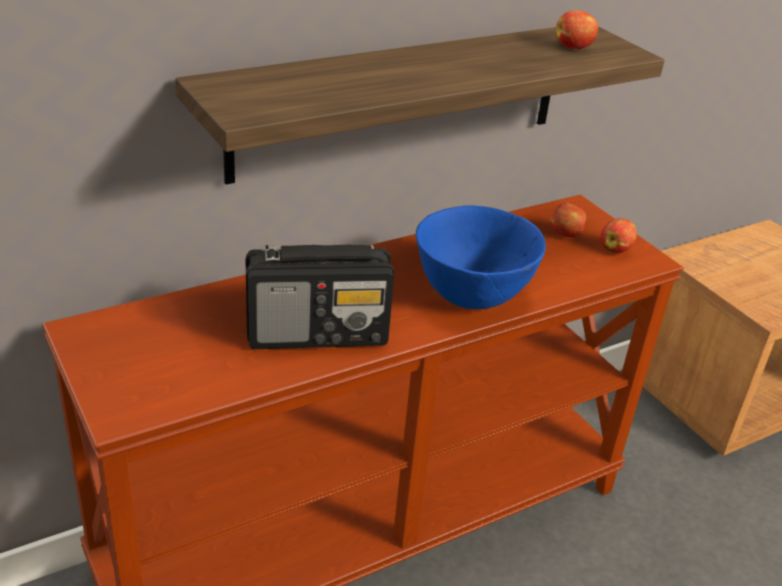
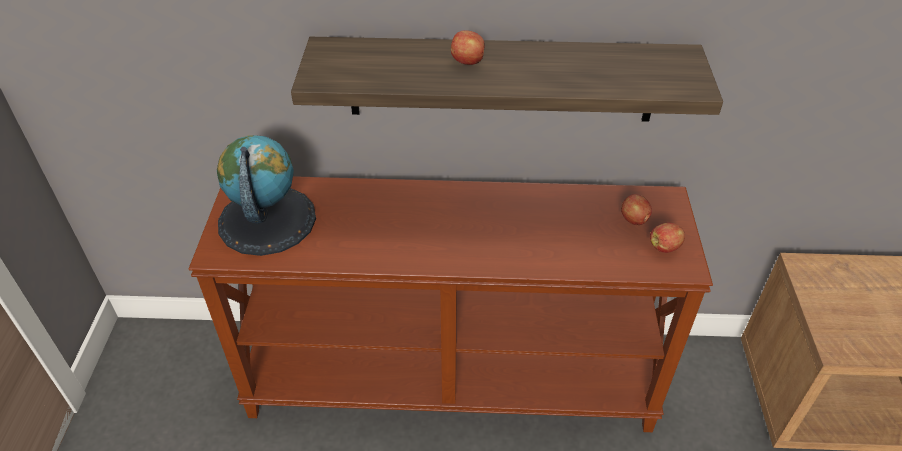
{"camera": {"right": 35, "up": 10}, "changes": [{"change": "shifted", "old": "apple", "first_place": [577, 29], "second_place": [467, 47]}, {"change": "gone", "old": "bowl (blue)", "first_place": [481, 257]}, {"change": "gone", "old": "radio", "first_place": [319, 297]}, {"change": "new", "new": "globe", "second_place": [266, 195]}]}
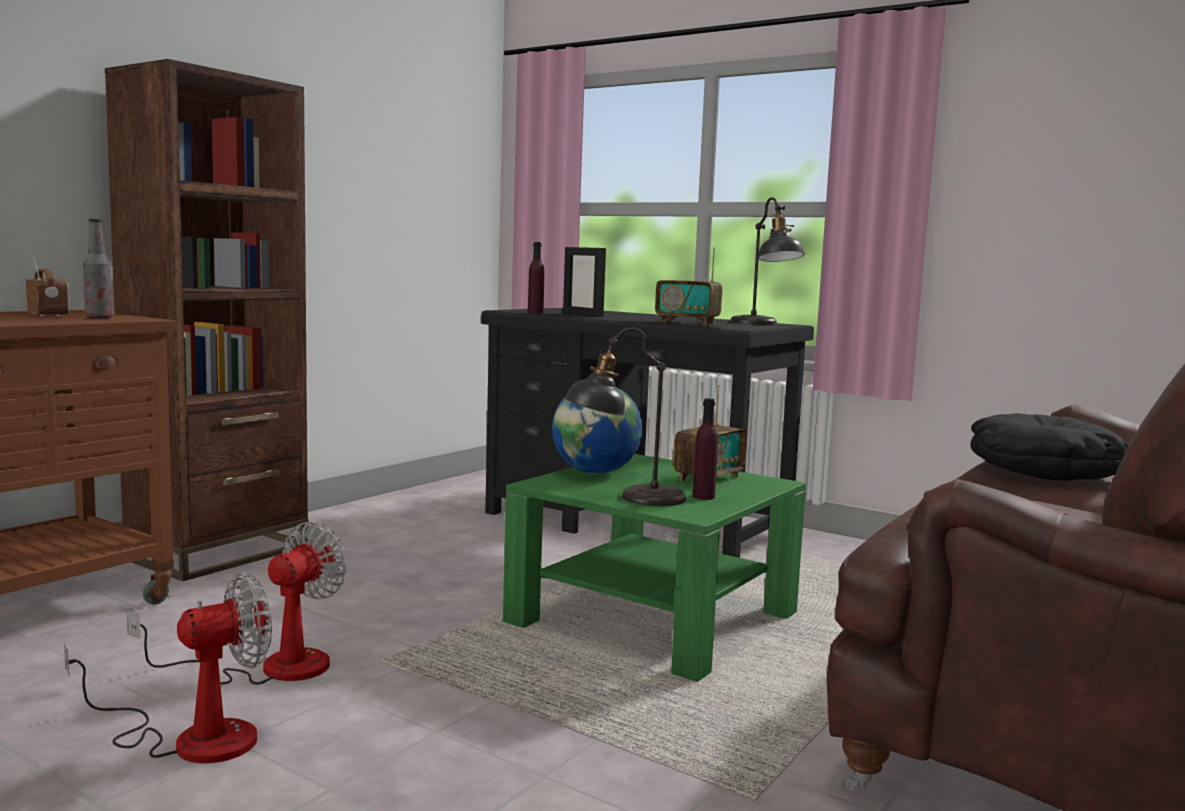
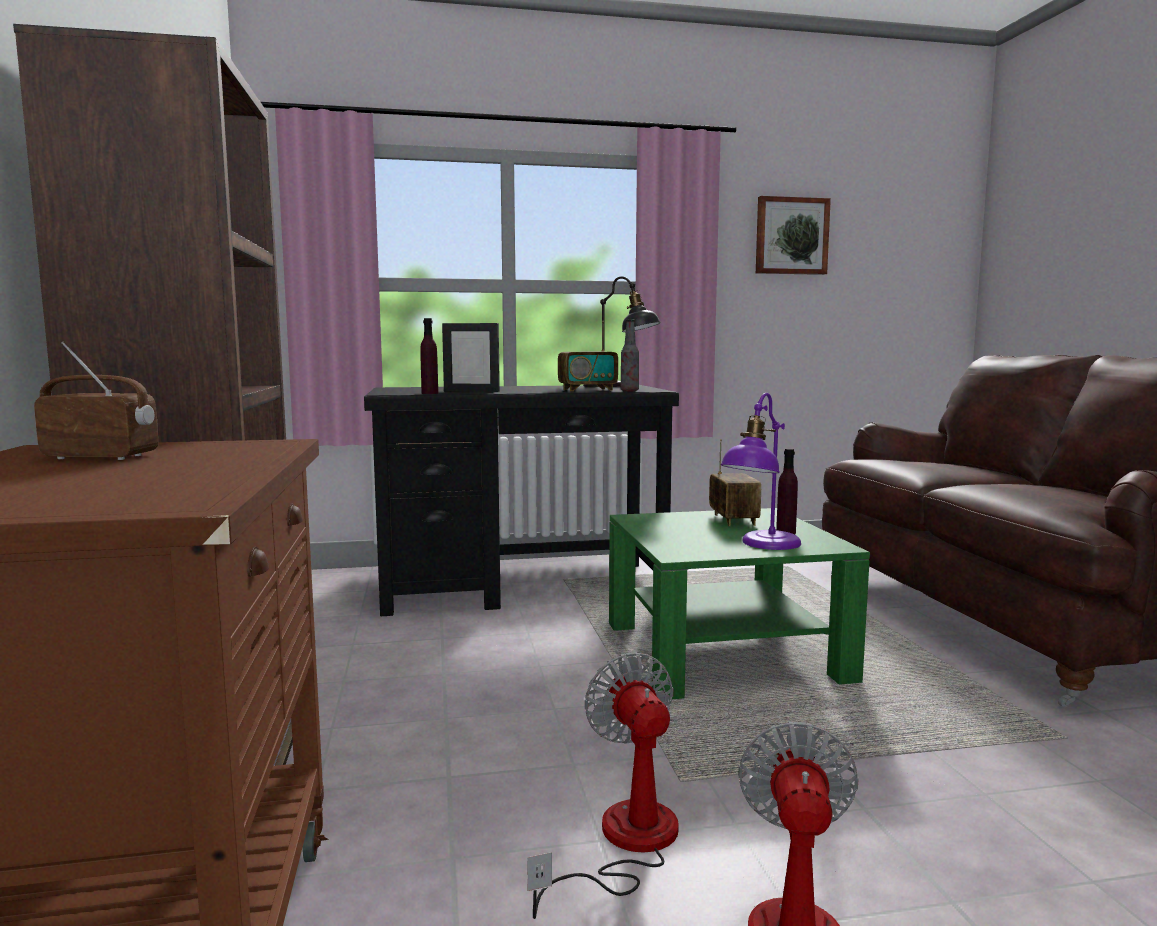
{"camera": {"right": -45, "up": 0}, "changes": [{"change": "shifted", "old": "bottle", "first_place": [98, 269], "second_place": [630, 355]}, {"change": "repainted", "old": "table lamp (grey)", "new": "table lamp (purple)", "first_place": [625, 416], "second_place": [761, 471]}, {"change": "gone", "old": "globe", "first_place": [597, 430]}, {"change": "gone", "old": "pillow (black)", "first_place": [1049, 447]}, {"change": "new", "new": "picture", "second_place": [793, 235]}]}
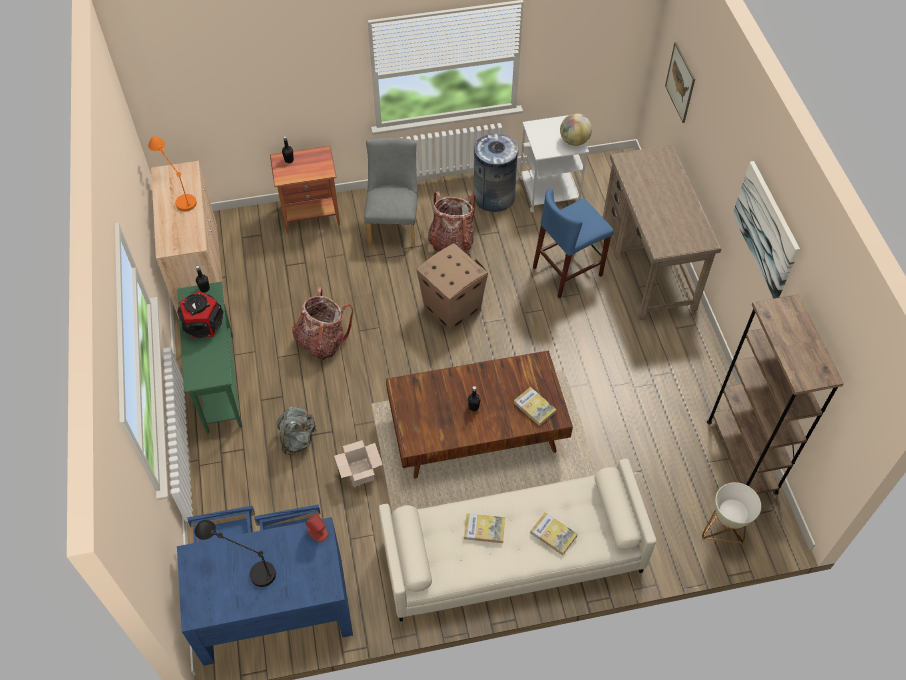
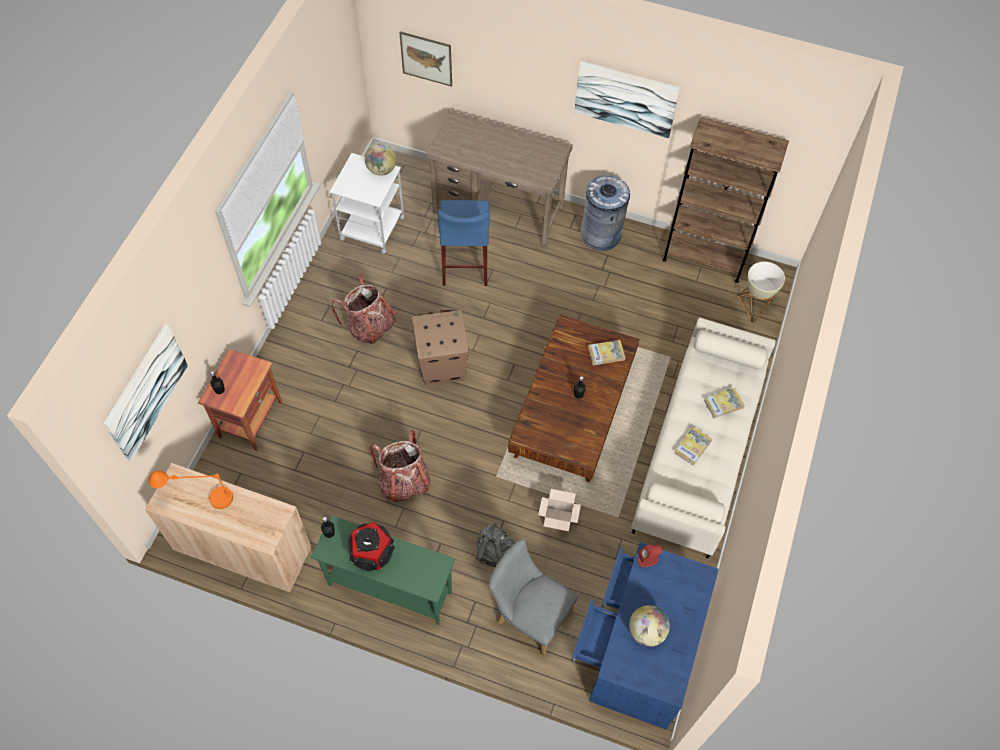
{"camera": {"right": -60, "up": 5}, "changes": [{"change": "shifted", "old": "trash can (grey)", "first_place": [495, 172], "second_place": [605, 213]}, {"change": "shifted", "old": "chair (grey)", "first_place": [390, 192], "second_place": [533, 597]}, {"change": "swapped", "old": "table lamp (black)", "new": "globe", "first_place": [235, 553], "second_place": [649, 626]}, {"change": "new", "new": "picture", "second_place": [145, 392]}]}
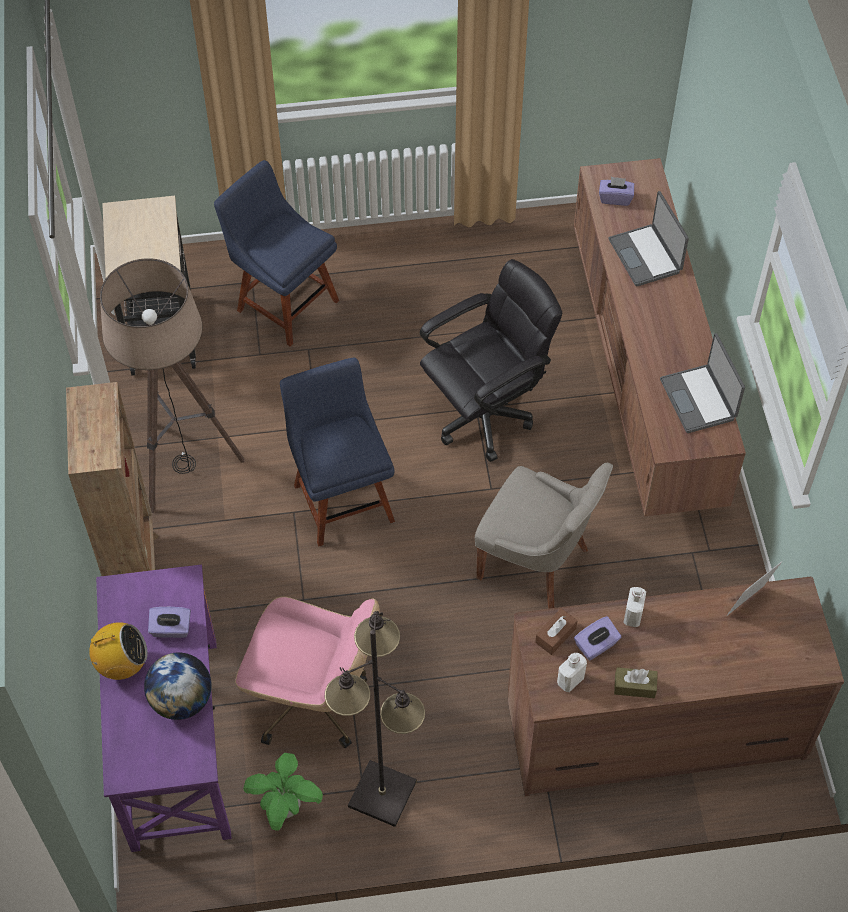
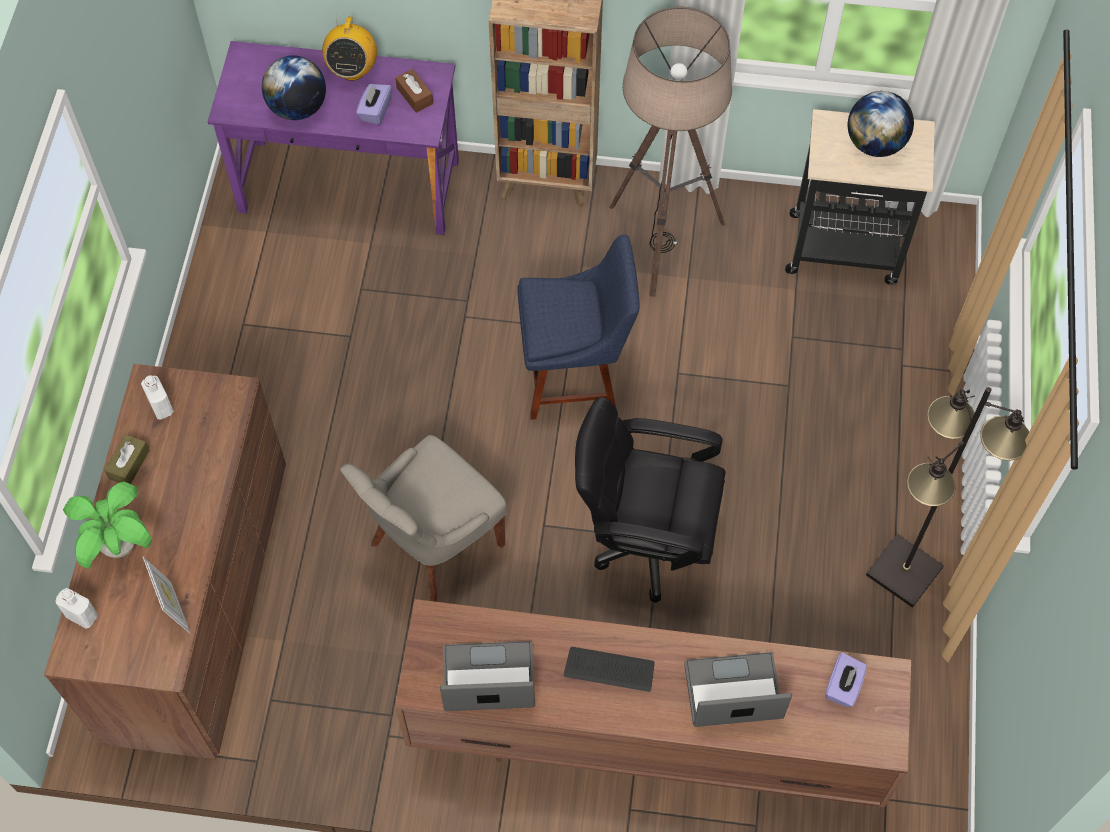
{"camera": {"right": 105, "up": 5}, "changes": [{"change": "gone", "old": "chair (blue)", "first_place": [276, 253]}, {"change": "rotated", "old": "office chair (black)", "first_place": [491, 360], "second_place": [650, 500], "degrees": 120}, {"change": "shifted", "old": "bottle (white)", "first_place": [634, 607], "second_place": [76, 608]}, {"change": "gone", "old": "office chair (pink)", "first_place": [307, 672]}, {"change": "shifted", "old": "tissue box (brown)", "first_place": [556, 631], "second_place": [414, 91]}, {"change": "shifted", "old": "floor lamp (black)", "first_place": [375, 719], "second_place": [947, 497]}, {"change": "gone", "old": "tissue box (purple)", "first_place": [597, 638]}, {"change": "shifted", "old": "potted plant", "first_place": [283, 792], "second_place": [107, 525]}, {"change": "new", "new": "globe", "second_place": [881, 124]}, {"change": "new", "new": "keyboard", "second_place": [609, 669]}]}
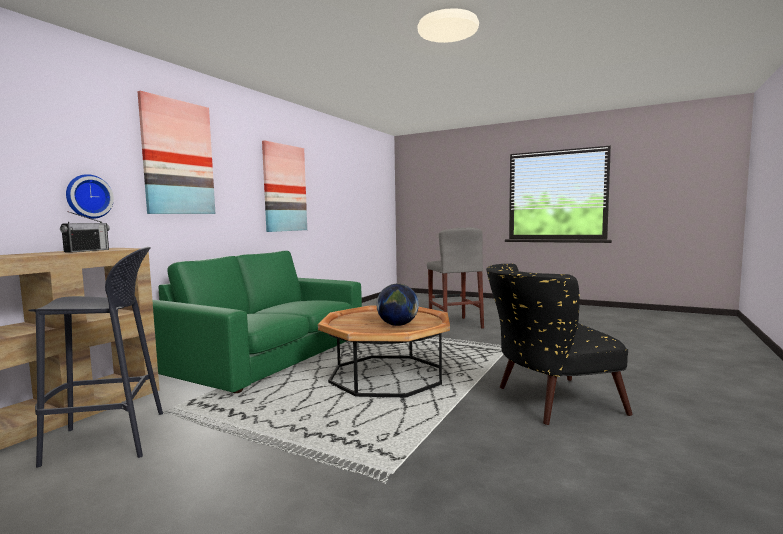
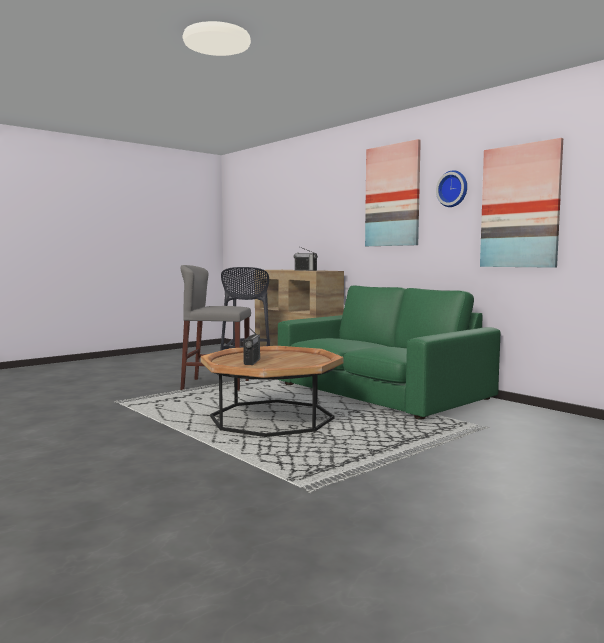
{"camera": {"right": 110, "up": 0}, "changes": [{"change": "shifted", "old": "wall clock", "first_place": [90, 196], "second_place": [451, 188]}, {"change": "shifted", "old": "stool (grey)", "first_place": [455, 278], "second_place": [215, 328]}, {"change": "gone", "old": "armchair (black)", "first_place": [559, 344]}, {"change": "swapped", "old": "globe", "new": "radio", "first_place": [398, 305], "second_place": [251, 346]}]}
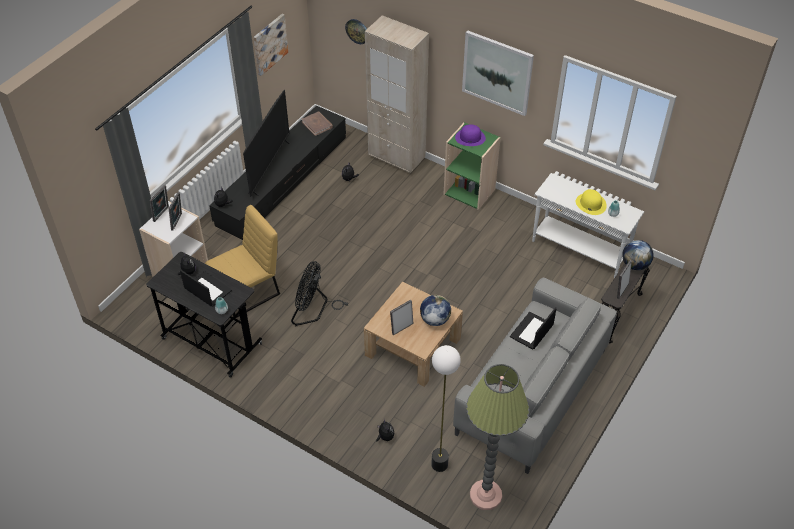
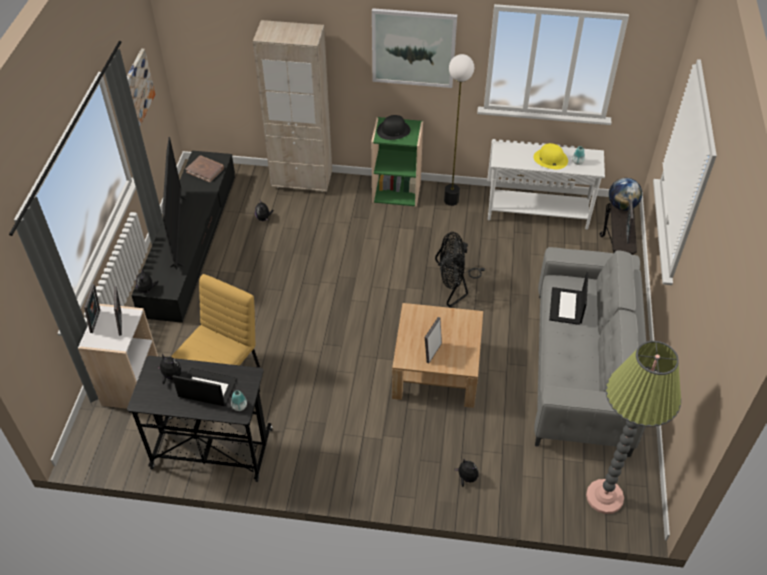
{"camera": {"right": -25, "up": 0}, "changes": [{"change": "gone", "old": "wall clock", "first_place": [356, 31]}, {"change": "repainted", "old": "hat (purple)", "new": "hat (black)", "first_place": [470, 135], "second_place": [393, 127]}, {"change": "shifted", "old": "fan (black)", "first_place": [320, 294], "second_place": [460, 270]}, {"change": "gone", "old": "globe", "first_place": [435, 310]}, {"change": "shifted", "old": "floor lamp", "first_place": [446, 408], "second_place": [459, 130]}]}
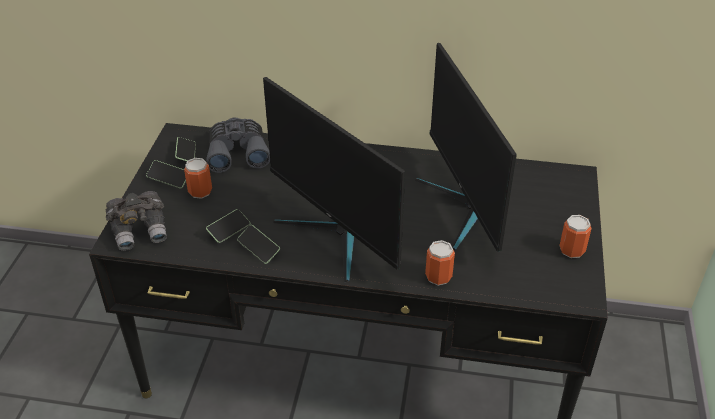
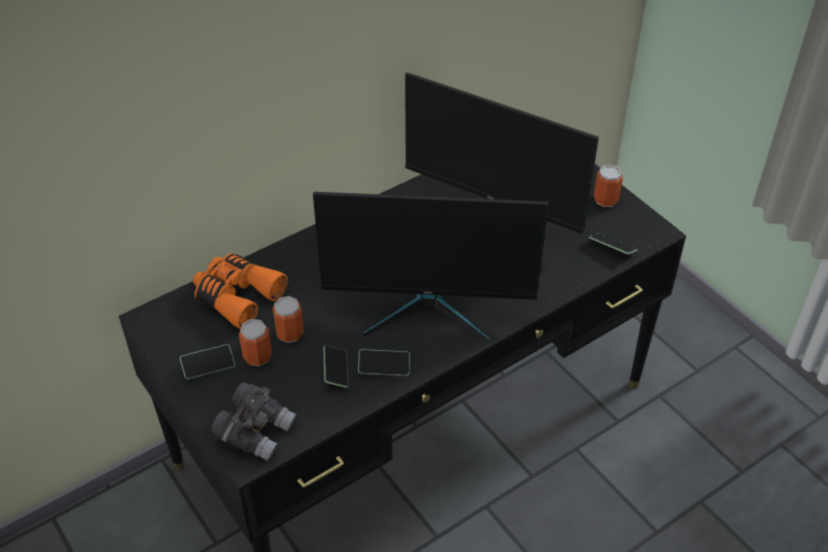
{"camera": {"right": -45, "up": 5}, "changes": [{"change": "repainted", "old": "binoculars (grey)", "new": "binoculars (orange)", "first_place": [238, 145], "second_place": [240, 291]}, {"change": "shifted", "old": "phone", "first_place": [185, 149], "second_place": [613, 243]}, {"change": "shifted", "old": "can", "first_place": [440, 262], "second_place": [288, 319]}]}
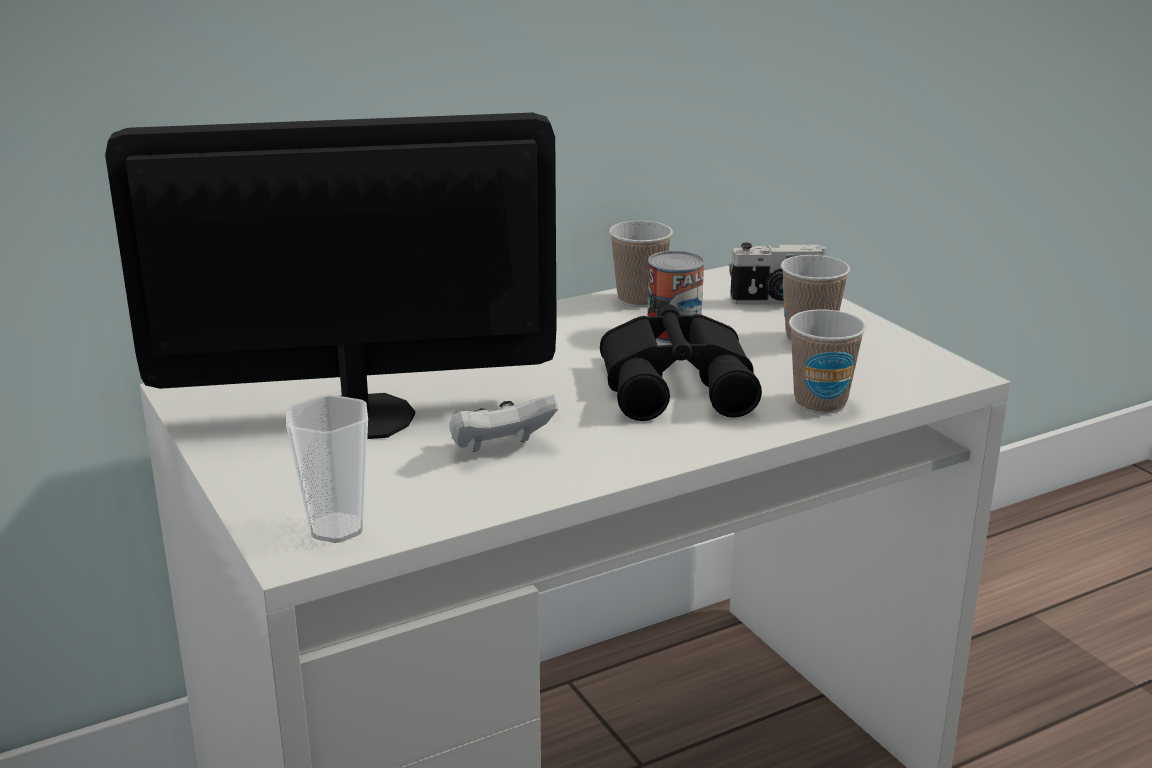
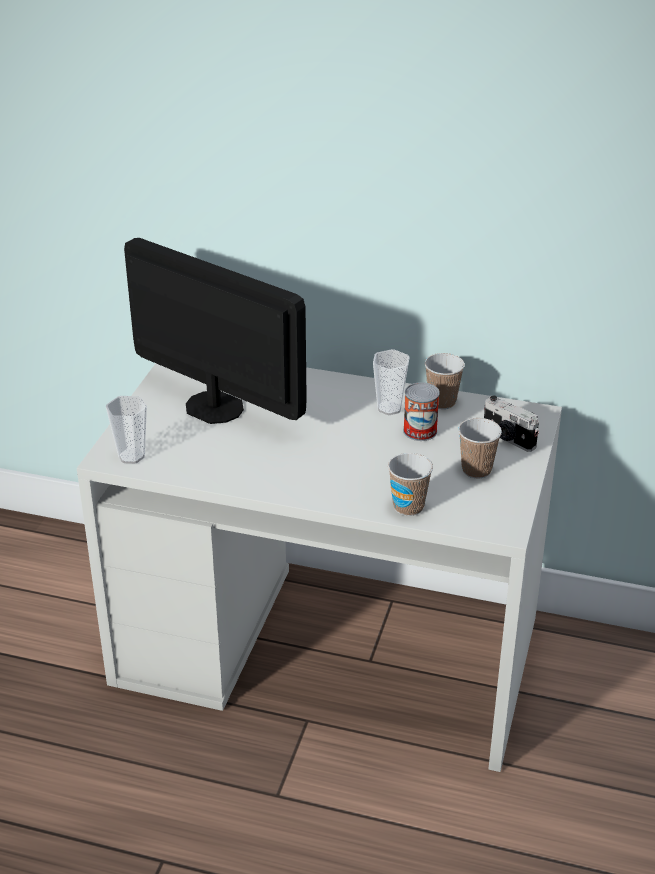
{"camera": {"right": 45, "up": 10}, "changes": [{"change": "gone", "old": "binoculars (black)", "first_place": [681, 362]}, {"change": "gone", "old": "game controller (white)", "first_place": [503, 423]}, {"change": "new", "new": "cup", "second_place": [391, 382]}]}
